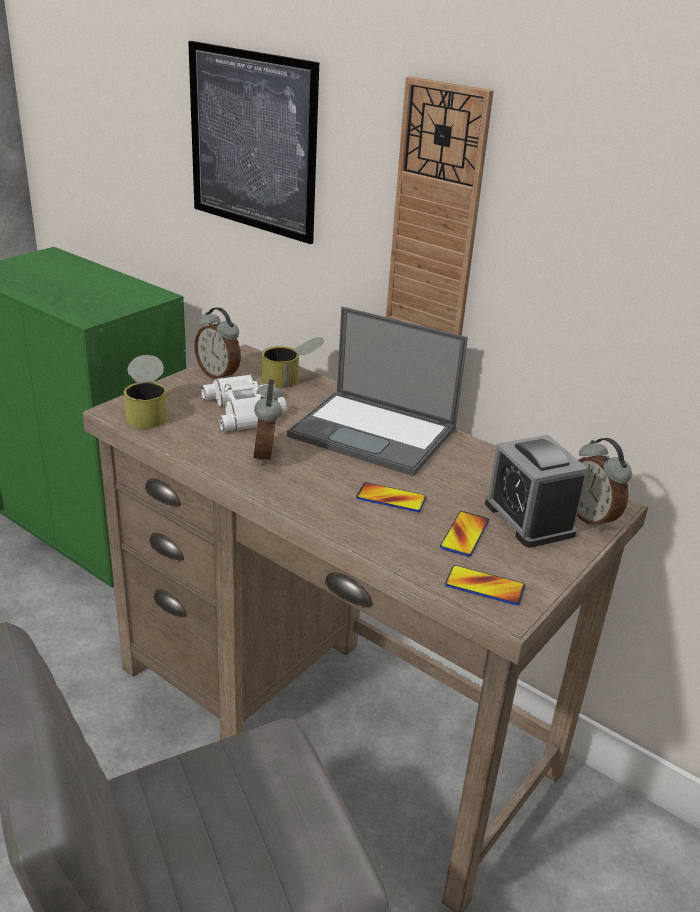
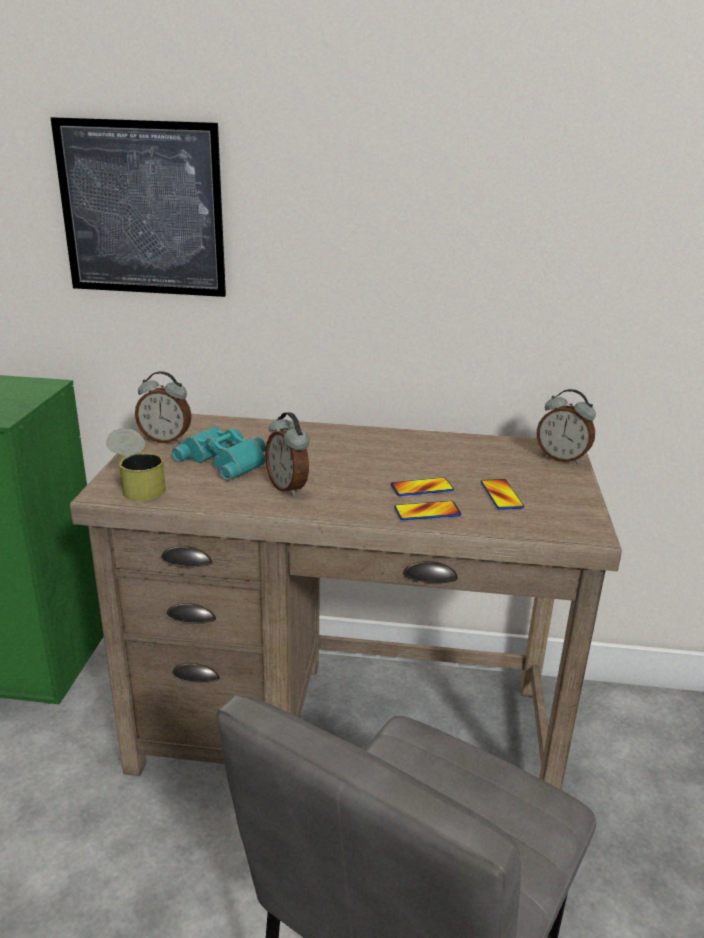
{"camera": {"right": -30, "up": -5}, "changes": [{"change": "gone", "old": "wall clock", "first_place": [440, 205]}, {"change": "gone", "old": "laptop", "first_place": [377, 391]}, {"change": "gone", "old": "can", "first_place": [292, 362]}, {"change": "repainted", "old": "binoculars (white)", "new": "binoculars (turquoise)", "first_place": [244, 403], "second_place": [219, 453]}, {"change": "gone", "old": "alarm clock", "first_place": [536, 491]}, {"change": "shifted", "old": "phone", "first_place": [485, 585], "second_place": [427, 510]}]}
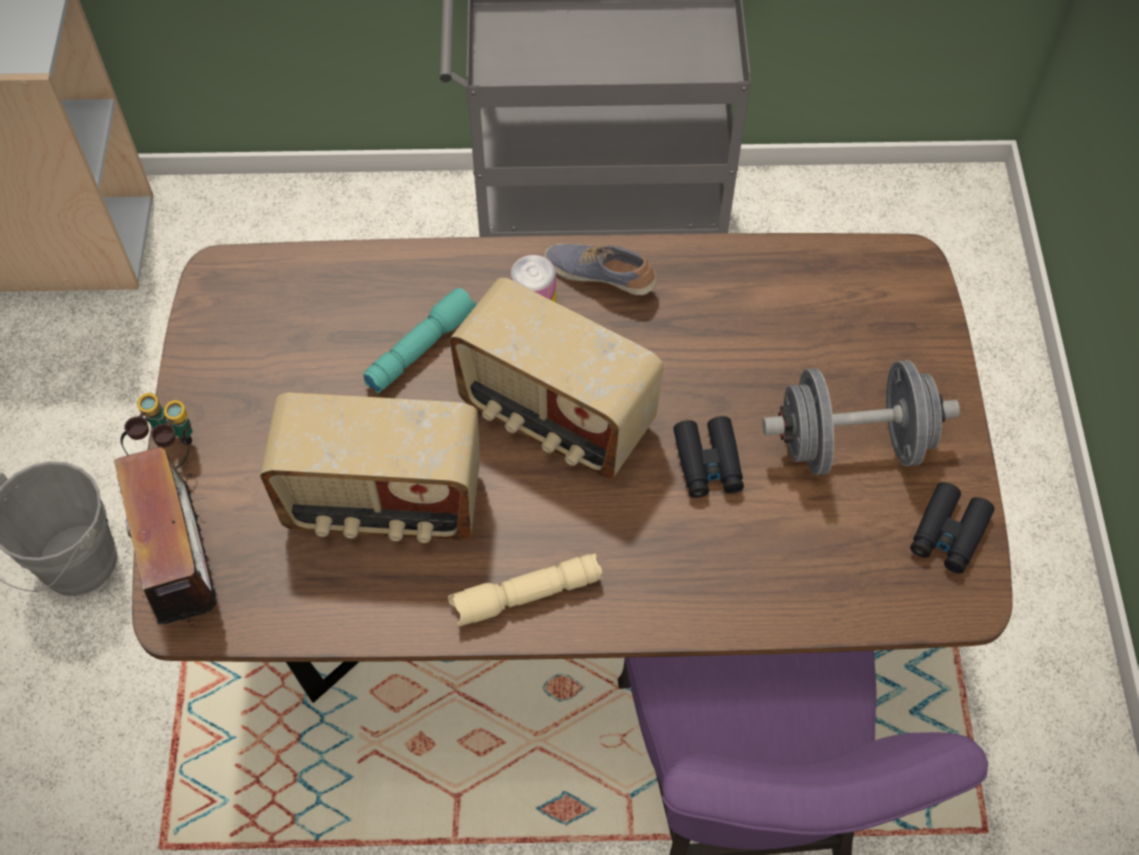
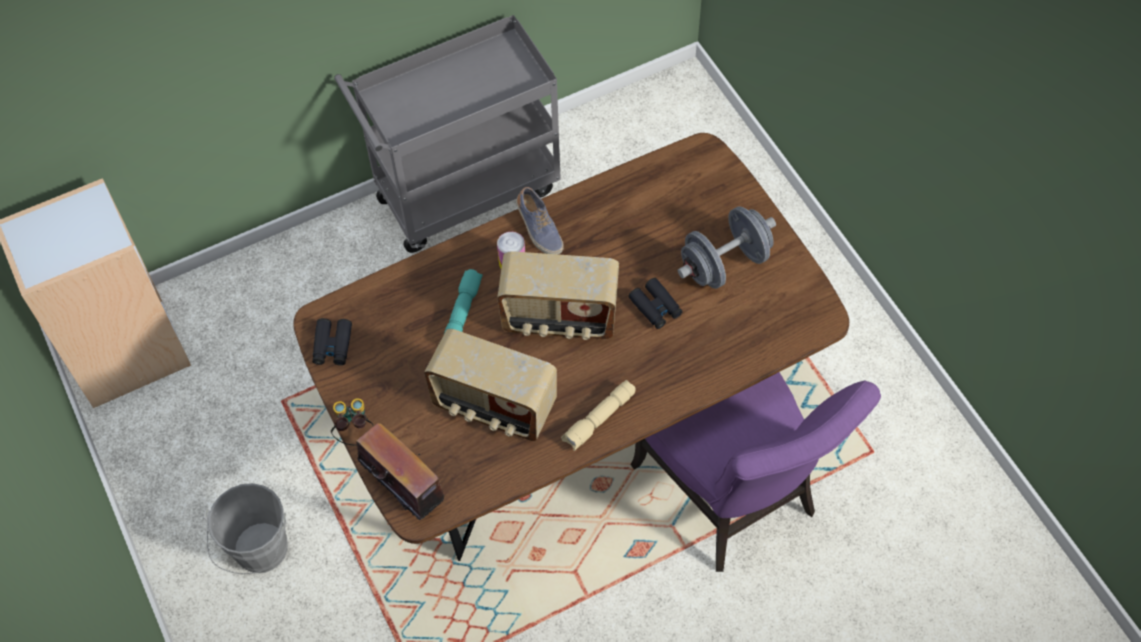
{"camera": {"right": -25, "up": 0}, "changes": [{"change": "rotated", "old": "shoe", "first_place": [600, 269], "second_place": [540, 220], "degrees": -120}, {"change": "rotated", "old": "radio", "first_place": [370, 468], "second_place": [490, 385], "degrees": 45}, {"change": "shifted", "old": "binoculars (black)", "first_place": [952, 527], "second_place": [332, 341]}]}
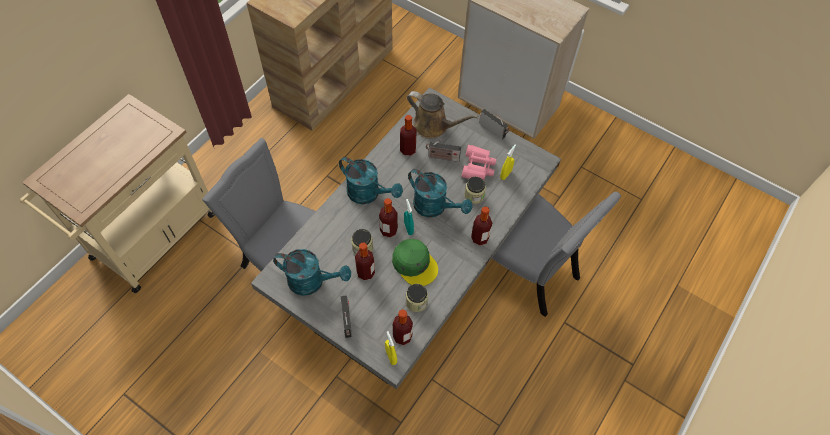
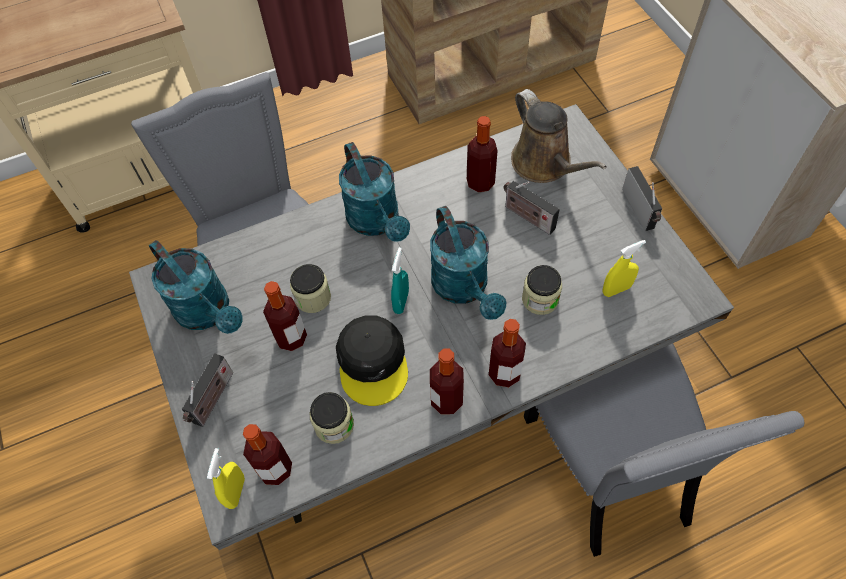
{"camera": {"right": 35, "up": 0}, "changes": [{"change": "gone", "old": "binoculars (pink)", "first_place": [479, 162]}, {"change": "shifted", "old": "bottle", "first_place": [388, 217], "second_place": [447, 381]}, {"change": "repainted", "old": "cap (green)", "new": "cap (black)", "first_place": [415, 262], "second_place": [372, 360]}]}
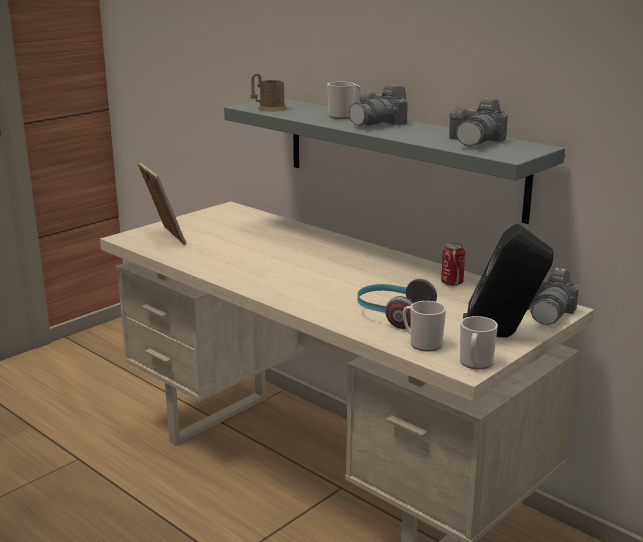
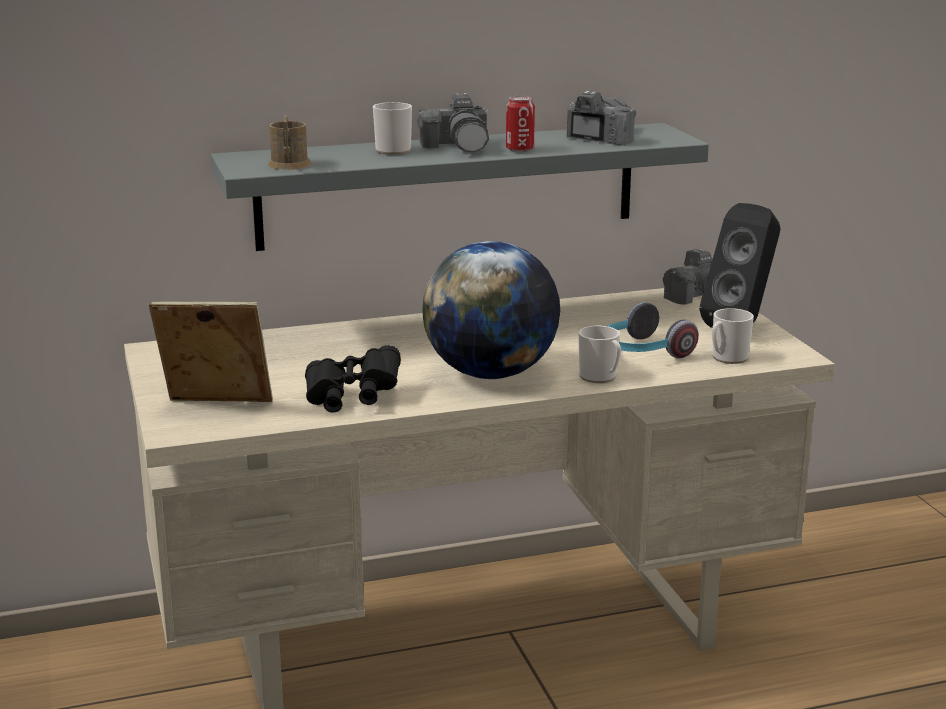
{"camera": {"right": -60, "up": 0}, "changes": [{"change": "rotated", "old": "photo camera", "first_place": [478, 122], "second_place": [601, 118], "degrees": -120}, {"change": "shifted", "old": "can", "first_place": [453, 264], "second_place": [520, 124]}, {"change": "shifted", "old": "mug", "first_place": [479, 343], "second_place": [600, 354]}, {"change": "new", "new": "globe", "second_place": [491, 310]}, {"change": "new", "new": "binoculars (black)", "second_place": [353, 378]}]}
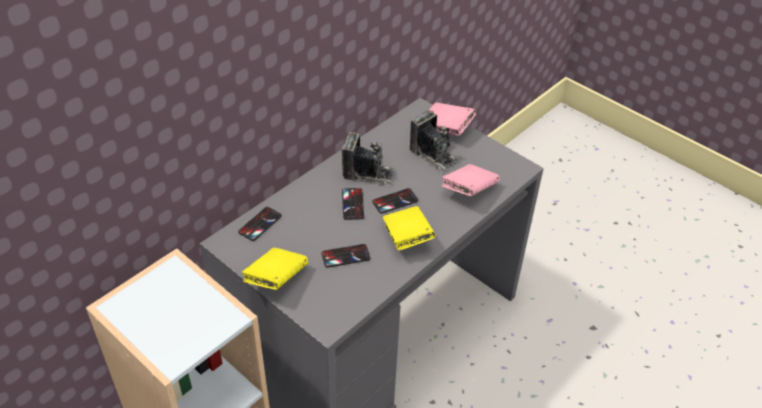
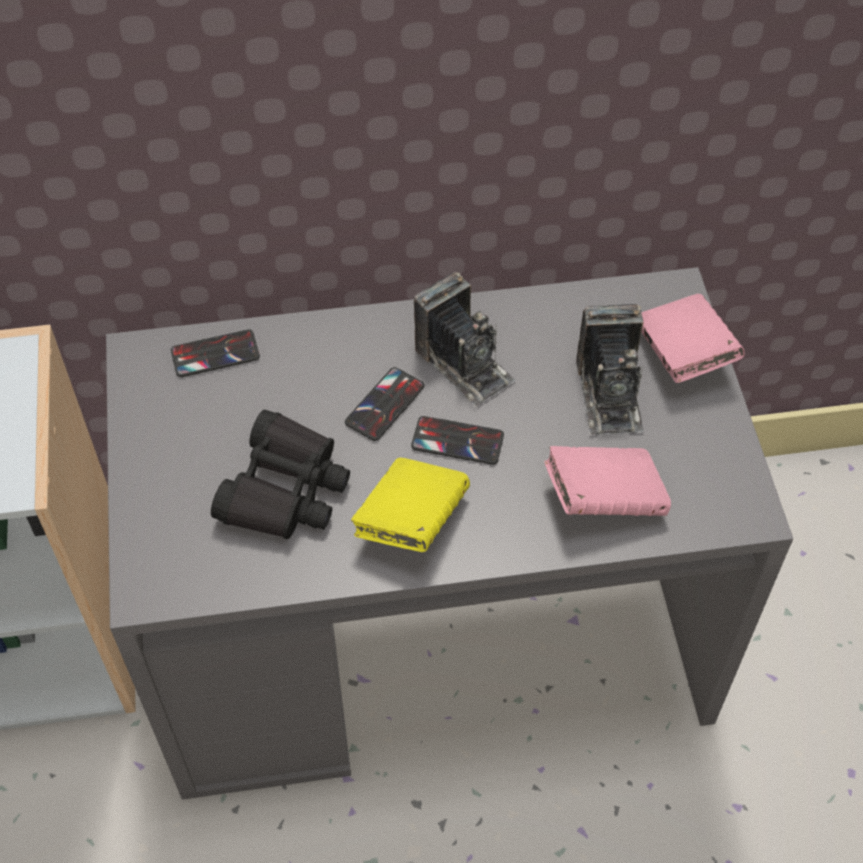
{"camera": {"right": 40, "up": 10}, "changes": [{"change": "swapped", "old": "phone", "new": "binoculars (black)", "first_place": [345, 256], "second_place": [280, 474]}, {"change": "gone", "old": "book (yellow)", "first_place": [275, 269]}]}
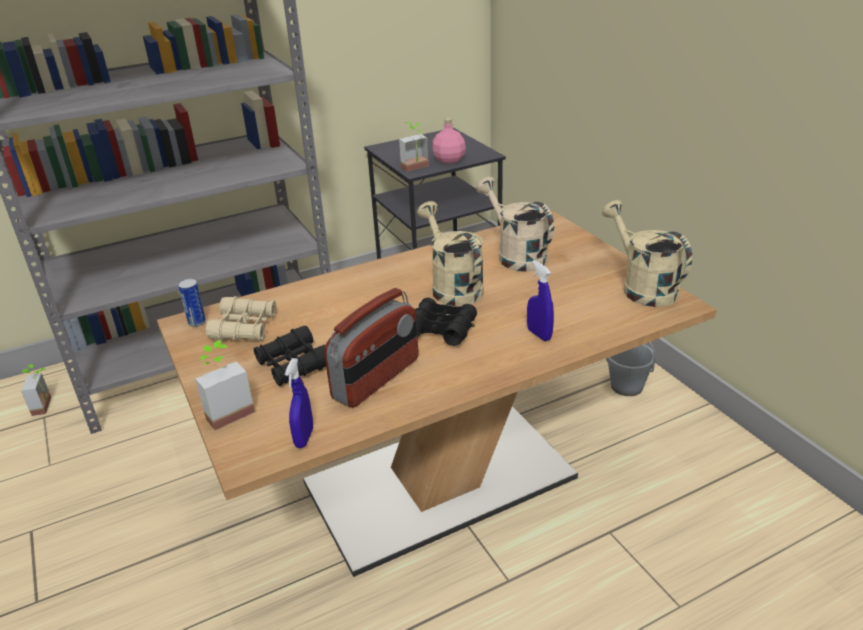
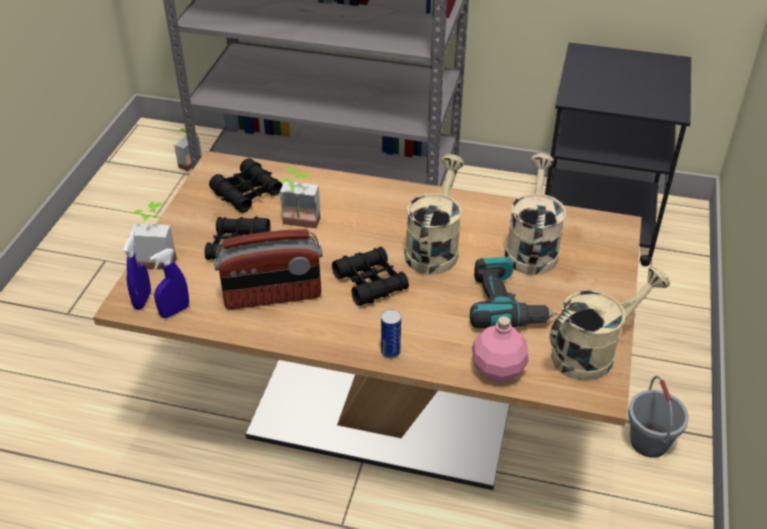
{"camera": {"right": 40, "up": 10}, "changes": [{"change": "shifted", "old": "bottle (pink)", "first_place": [449, 141], "second_place": [500, 349]}, {"change": "shifted", "old": "potted plant", "first_place": [414, 146], "second_place": [300, 197]}, {"change": "rotated", "old": "watering can (beige)", "first_place": [647, 253], "second_place": [610, 323], "degrees": 45}, {"change": "shifted", "old": "spray bottle (blue)", "first_place": [540, 300], "second_place": [137, 271]}, {"change": "shifted", "old": "can", "first_place": [192, 303], "second_place": [391, 334]}, {"change": "repainted", "old": "binoculars (beige)", "new": "binoculars (black)", "first_place": [241, 318], "second_place": [245, 185]}, {"change": "new", "new": "power drill", "second_place": [513, 292]}]}
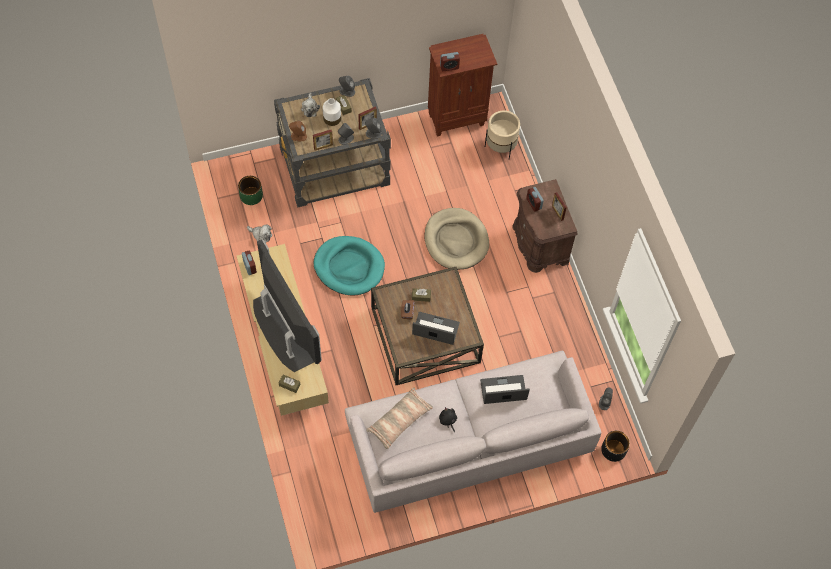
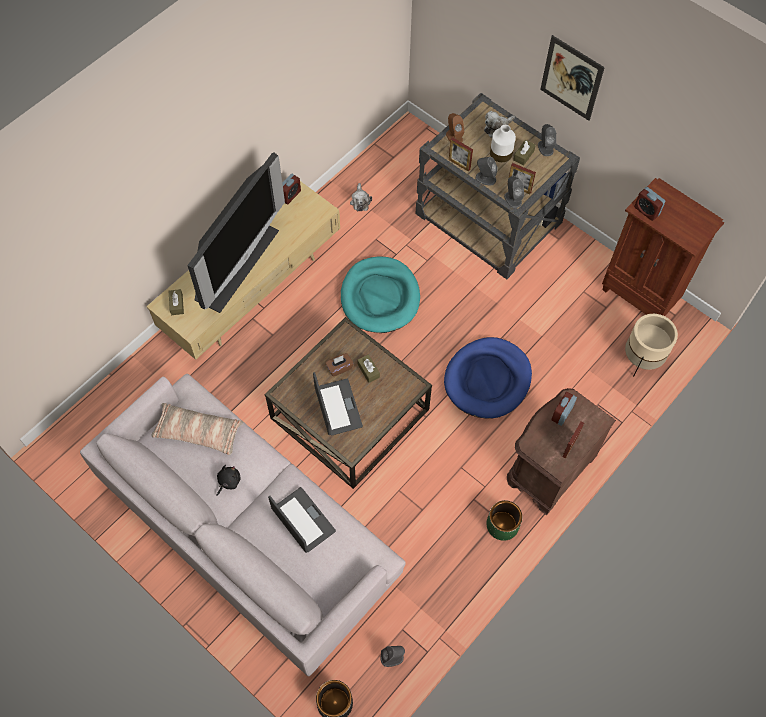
{"camera": {"right": 60, "up": 0}, "changes": [{"change": "shifted", "old": "planter (green)", "first_place": [250, 190], "second_place": [504, 520]}, {"change": "repainted", "old": "dog bed (beige)", "new": "dog bed (blue)", "first_place": [456, 238], "second_place": [488, 378]}, {"change": "new", "new": "picture", "second_place": [572, 78]}]}
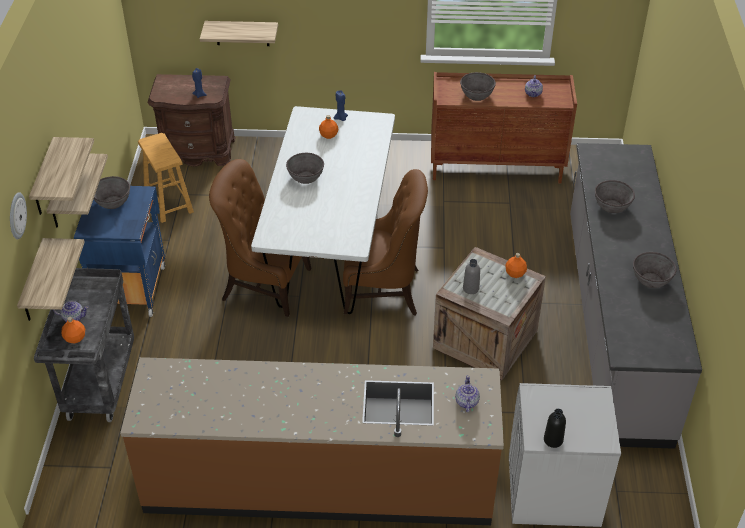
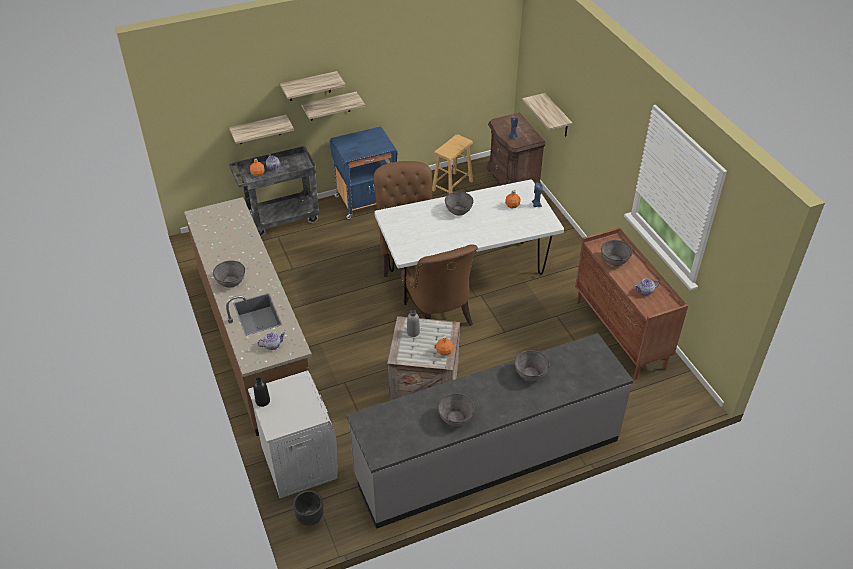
{"camera": {"right": 65, "up": 0}, "changes": [{"change": "shifted", "old": "bowl (grey)", "first_place": [112, 192], "second_place": [229, 274]}, {"change": "gone", "old": "wall clock", "first_place": [18, 215]}, {"change": "new", "new": "planter (black)", "second_place": [308, 508]}]}
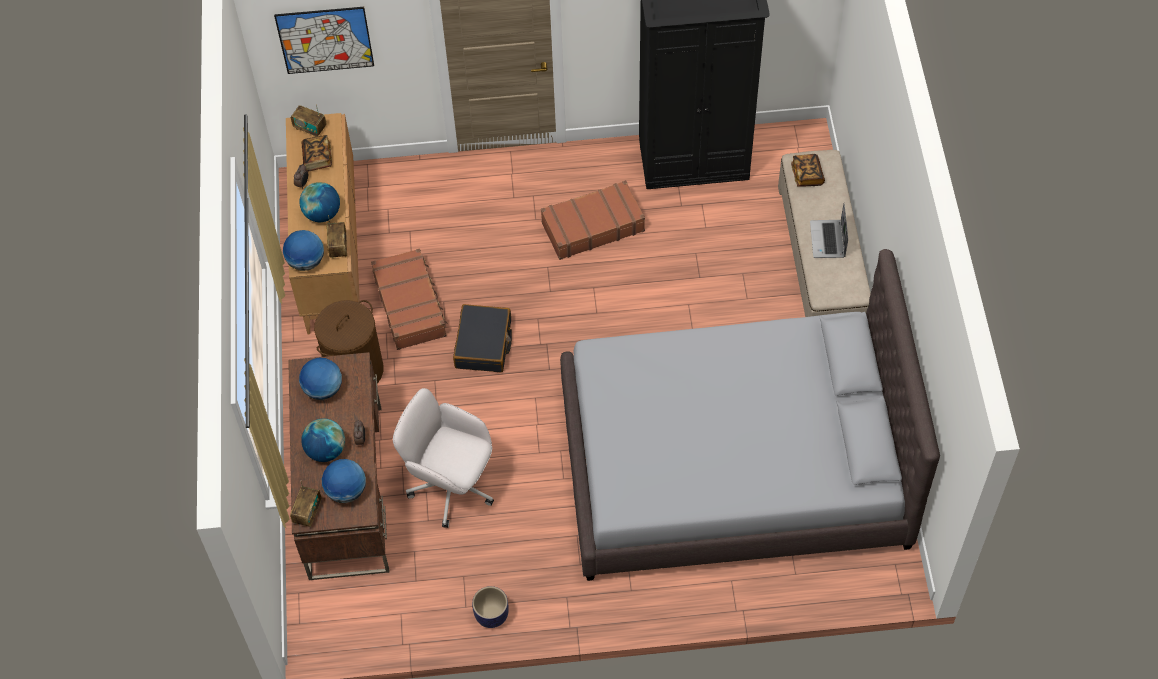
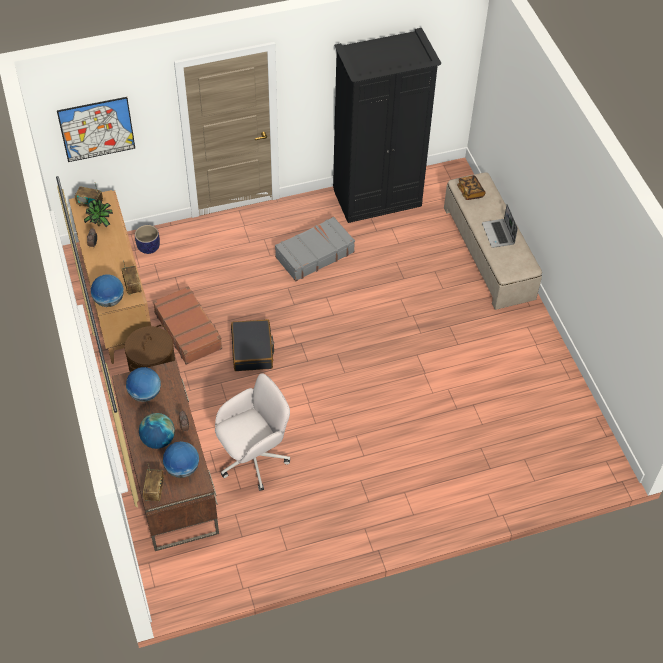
{"camera": {"right": -15, "up": -5}, "changes": [{"change": "swapped", "old": "book", "new": "potted plant", "first_place": [316, 153], "second_place": [98, 213]}, {"change": "repainted", "old": "suitcase (brown)", "new": "suitcase (grey)", "first_place": [593, 220], "second_place": [315, 249]}, {"change": "gone", "old": "globe", "first_place": [320, 202]}, {"change": "gone", "old": "bed (grey)", "first_place": [750, 415]}, {"change": "rotated", "old": "office chair (white)", "first_place": [443, 458], "second_place": [252, 432], "degrees": 135}, {"change": "shifted", "old": "planter", "first_place": [490, 607], "second_place": [147, 239]}]}
